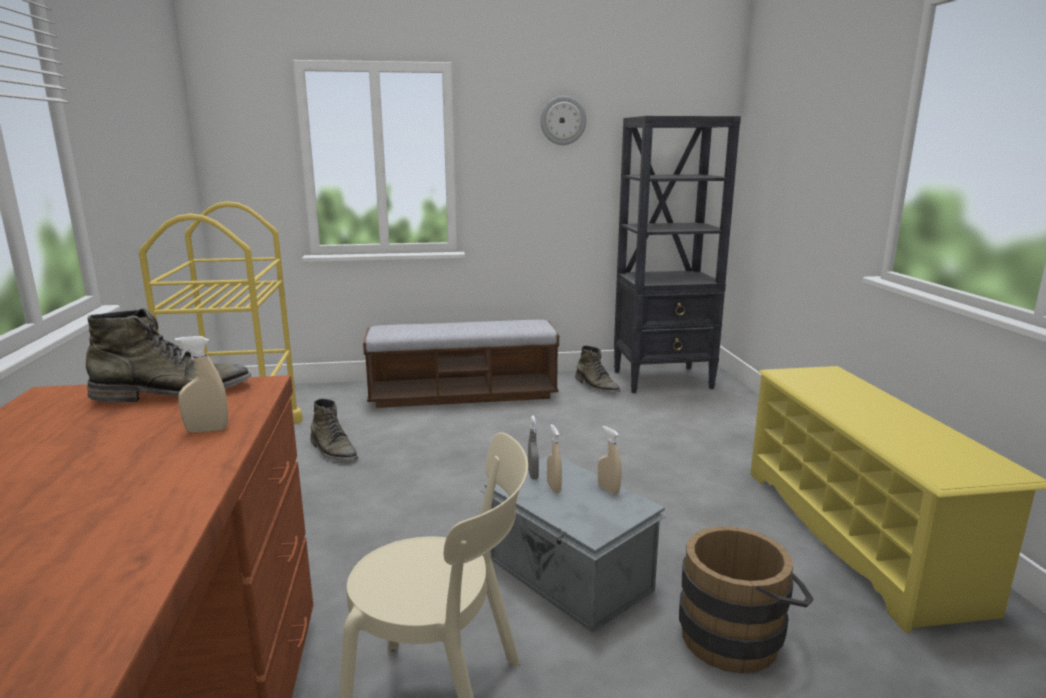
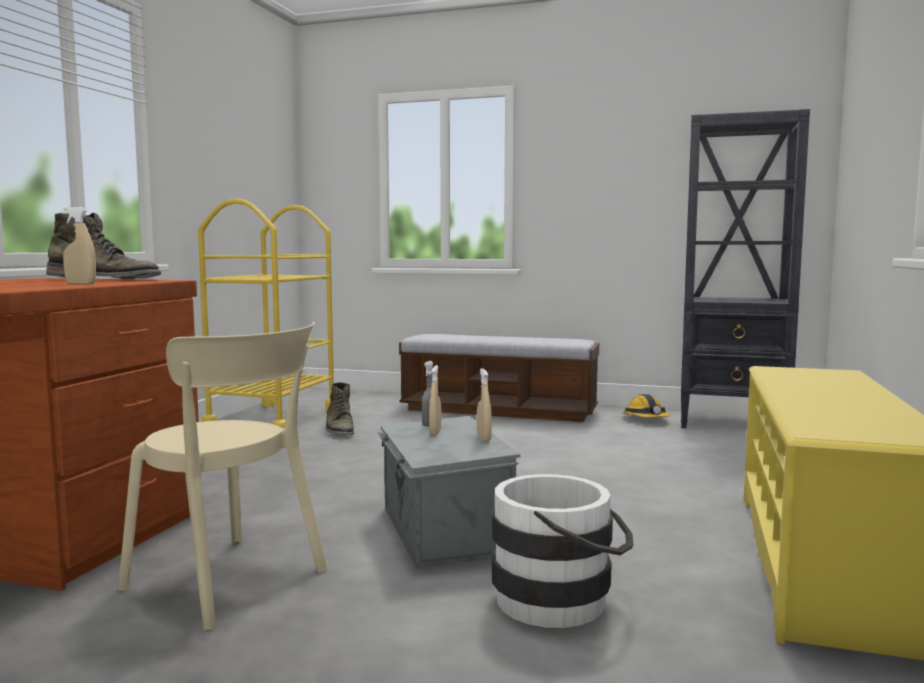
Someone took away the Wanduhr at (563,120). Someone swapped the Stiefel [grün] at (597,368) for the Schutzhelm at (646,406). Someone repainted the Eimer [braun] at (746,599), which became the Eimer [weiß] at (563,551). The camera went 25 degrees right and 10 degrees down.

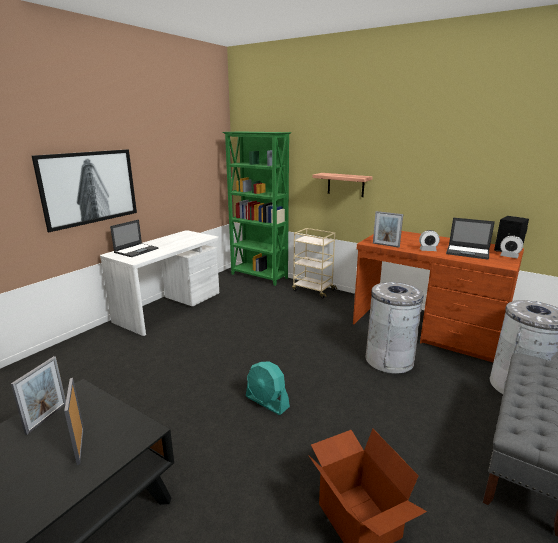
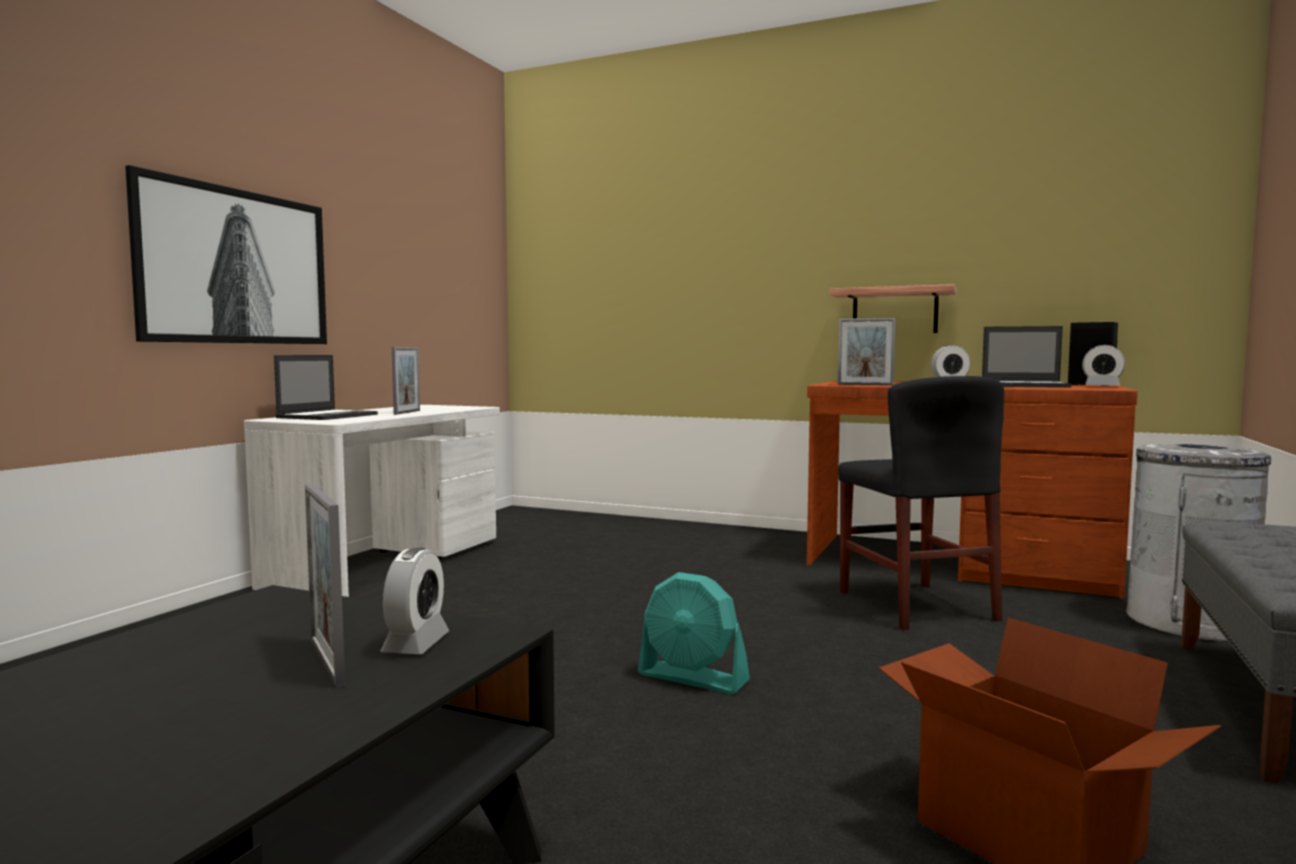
Someone carried the Bilderrahmen from (38,395) to (406,381). Someone took away the Bücherregal [grün] at (256,208). Someone took away the Rollwagen [beige] at (314,263). Someone carried the Wandregal from (342,185) to (893,308). Someone swapped the Mülleimer [grau] at (394,328) for the Stuhl [schwarz] at (921,503). Someone put down the Wecker at (415,601). The camera went 10 degrees left and 15 degrees down.

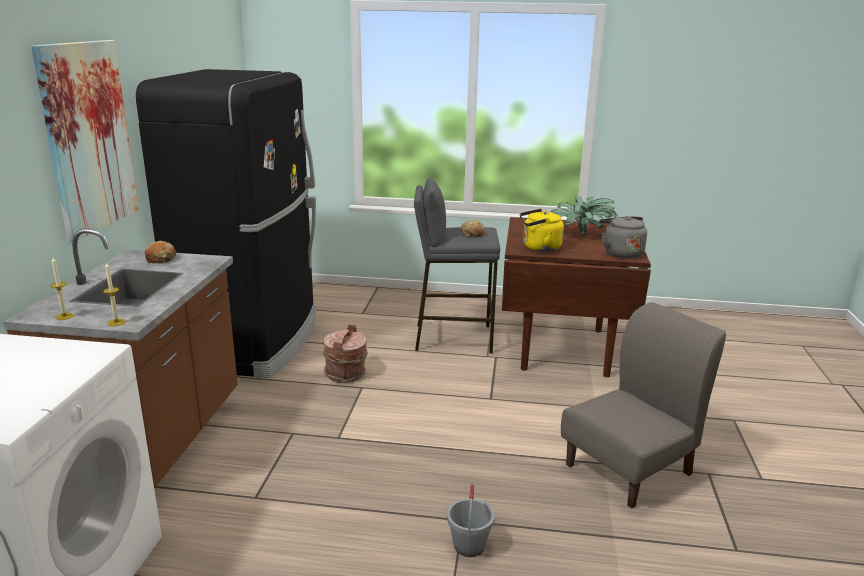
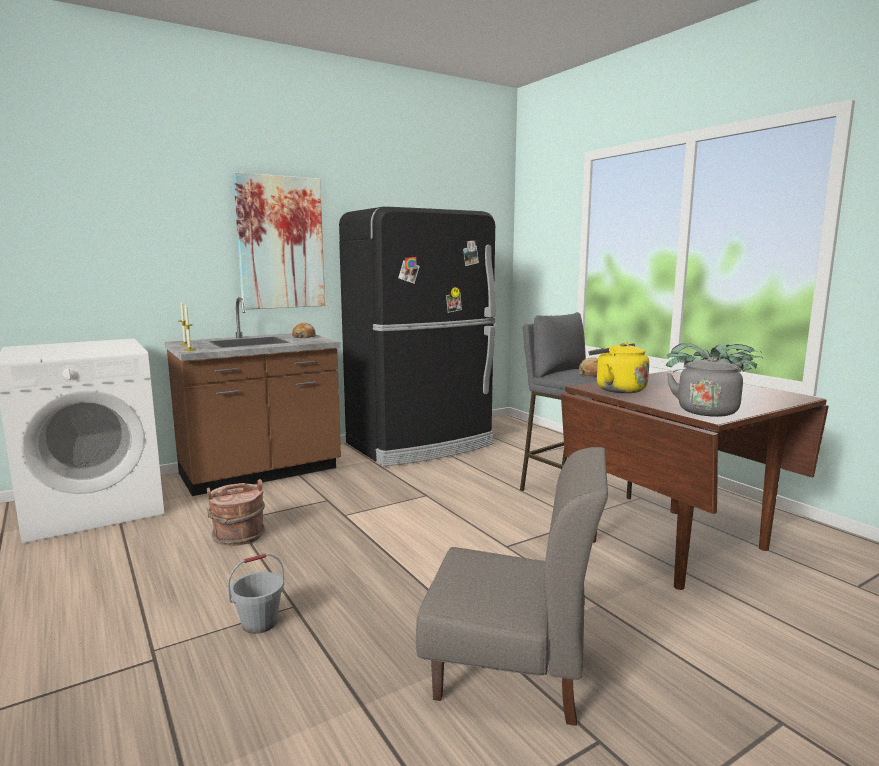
Someone carried the Eimer [braun] from (345,353) to (235,512). The camera went 50 degrees right and 10 degrees down.

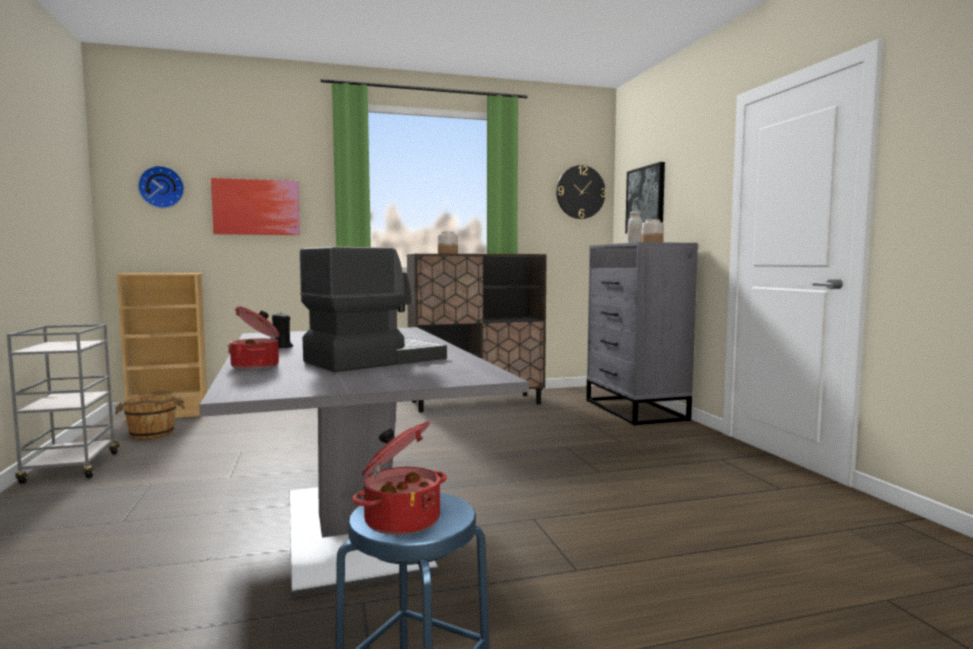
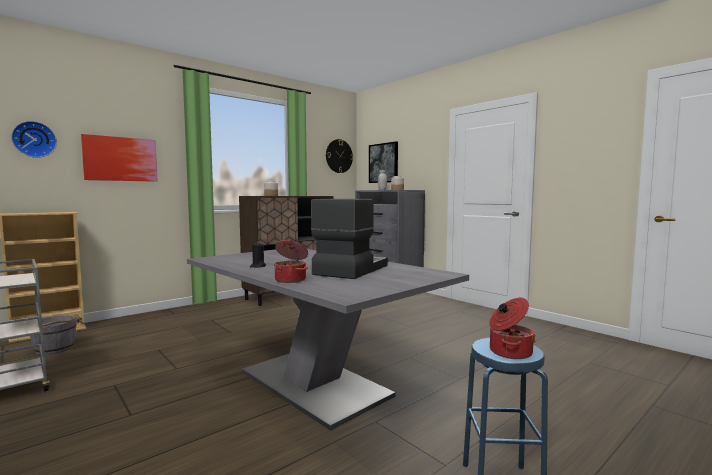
Someone repainted the Eimer [braun] at (150,417), which became the Eimer [grau] at (57,335). The camera went 25 degrees left and 0 degrees up.

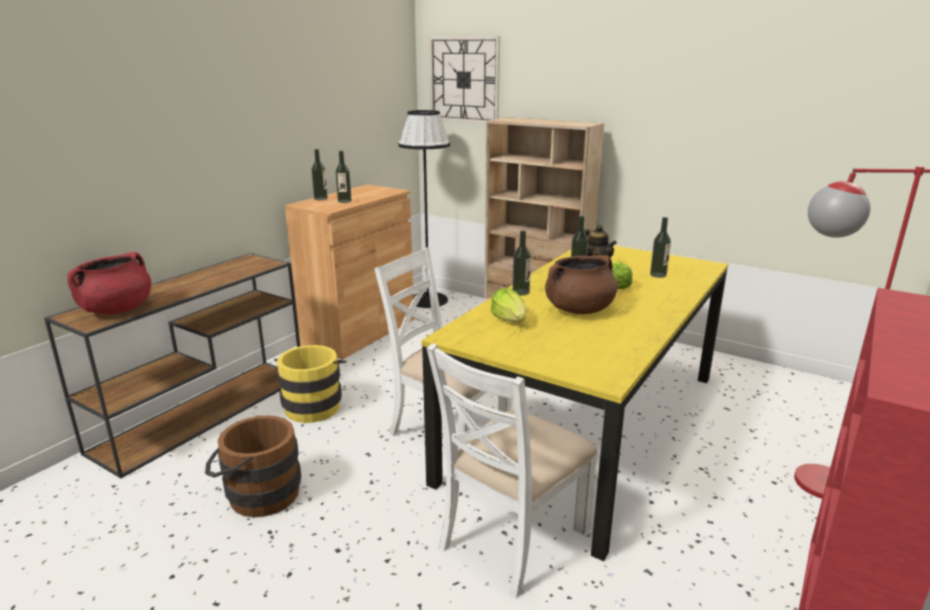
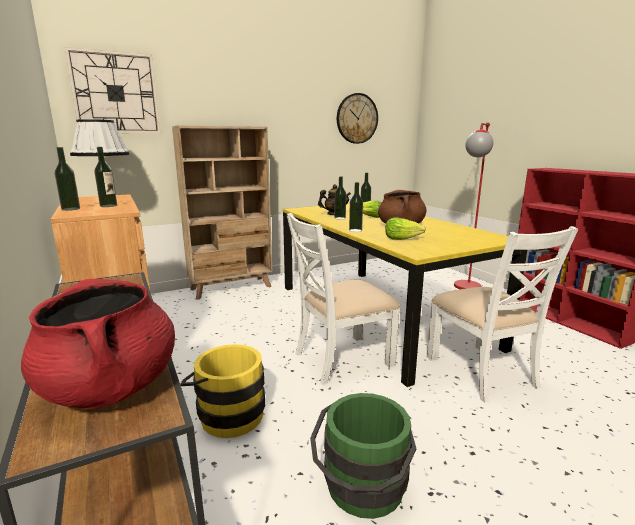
Someone repainted the Eimer [braun] at (253,466), which became the Eimer [grün] at (363,456). Someone put up the Wanduhr at (357,118). The camera went 60 degrees left and 5 degrees down.

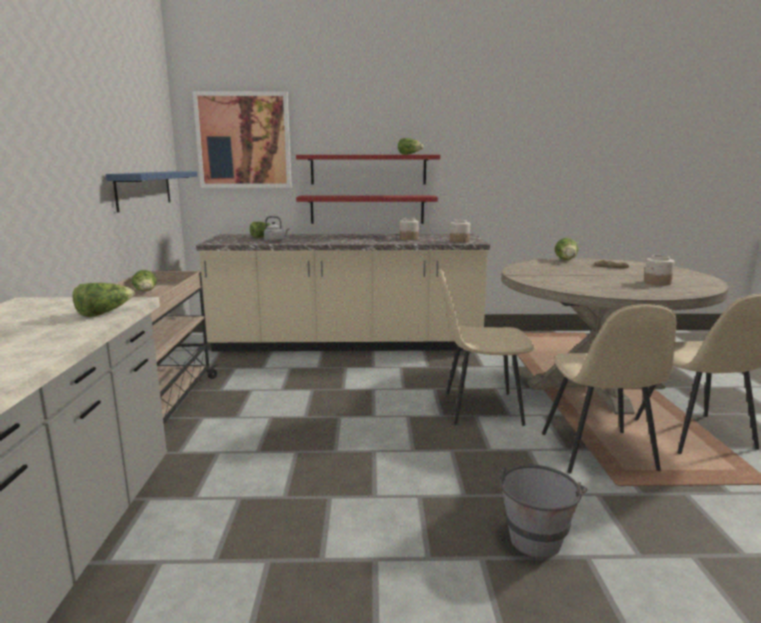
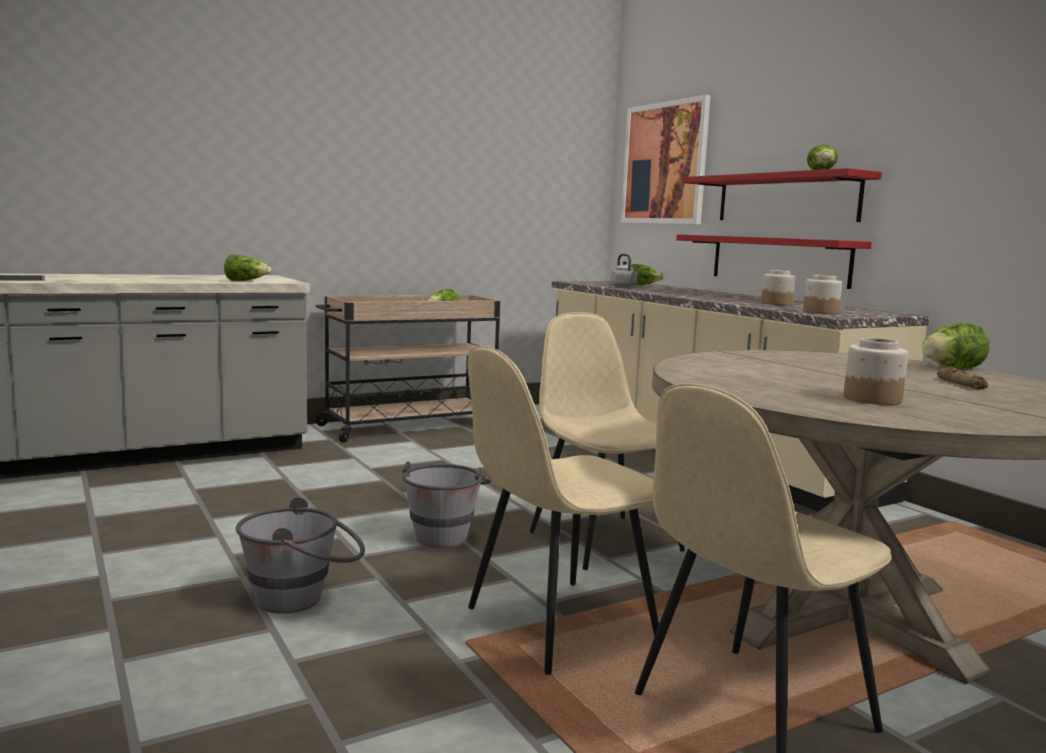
Someone took away the Wandregal [blau] at (151,191). Someone put down the Eimer [grau] at (446,505). The camera went 60 degrees right and 5 degrees down.

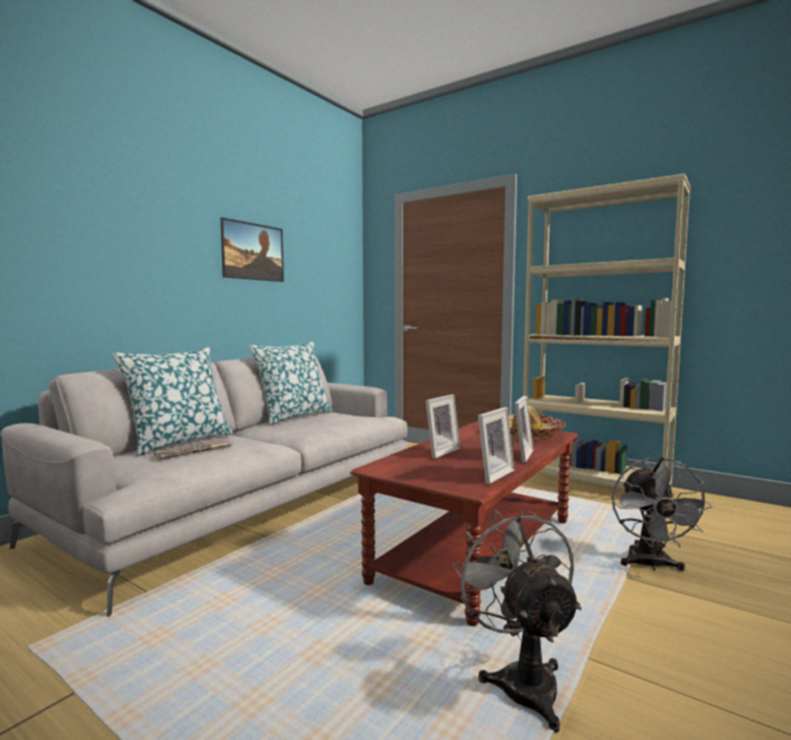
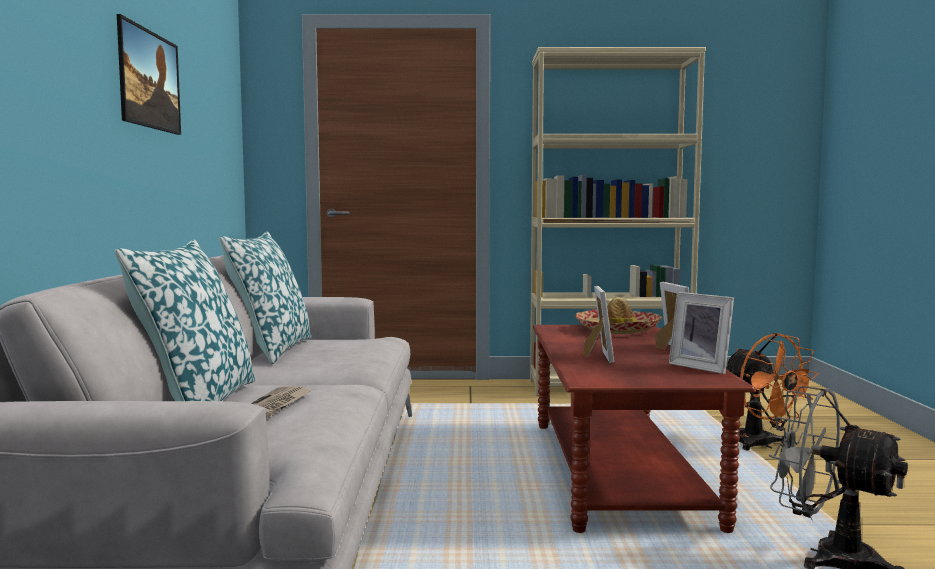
Someone rotated the Bilderrahmen at (496,445) by 135 degrees clockwise. Someone repainted the Ventilator [grau] at (662,514), which became the Ventilator [orange] at (772,391). The camera went 35 degrees left and 0 degrees up.

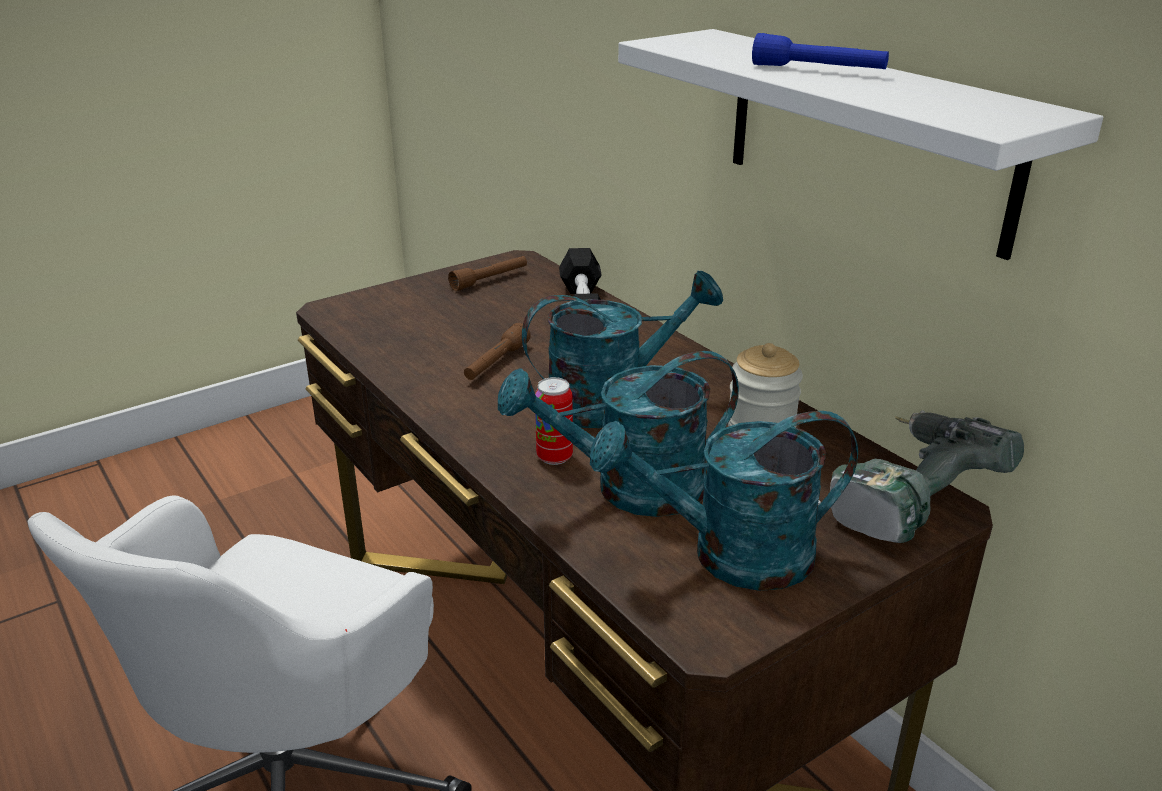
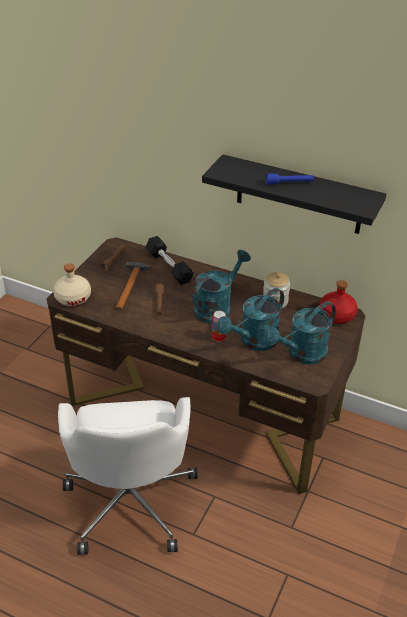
Someone repainted the Wandregal [weiß] at (860,144), which became the Wandregal [schwarz] at (294,194). Someone swapped the Bohrmaschine at (921,476) for the Flasche [rot] at (338,302). Someone put down the Flasche [beige] at (72,284). Someone put down the Hammer at (133,286). The camera went 30 degrees left and 10 degrees up.

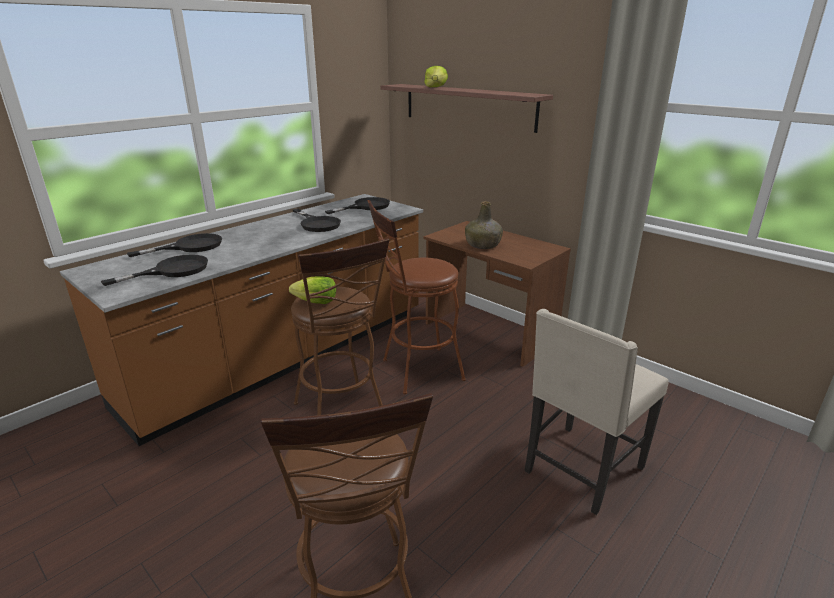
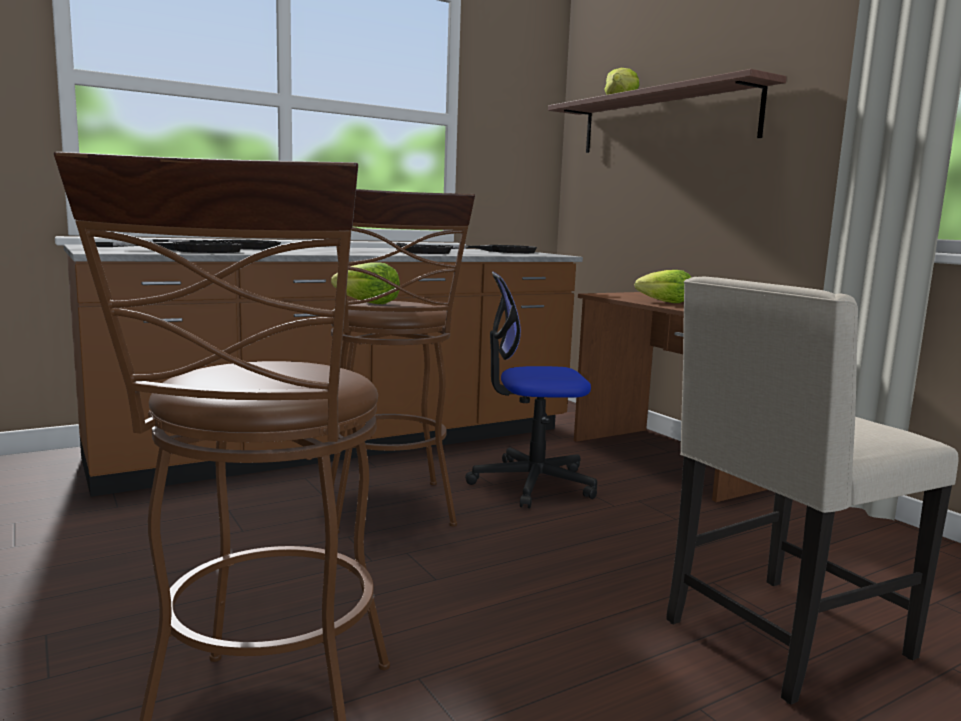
Someone swapped the Hocker [braun] at (416,297) for the Bürostuhl at (531,390). Someone swapped the Flasche [grün] at (484,225) for the Salatkopf at (663,286). The camera went 15 degrees right and 15 degrees down.

